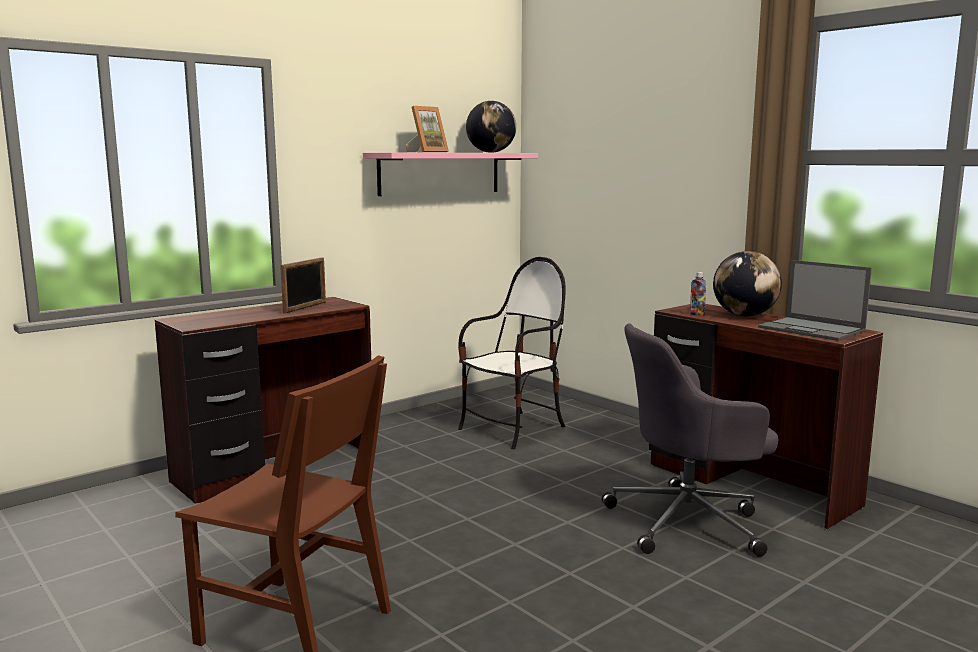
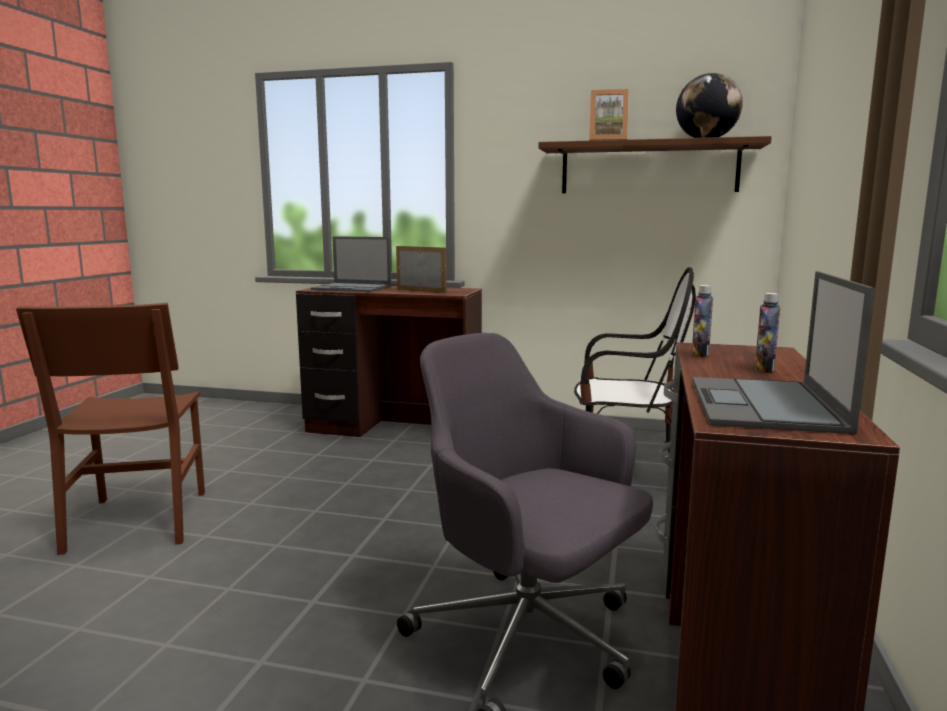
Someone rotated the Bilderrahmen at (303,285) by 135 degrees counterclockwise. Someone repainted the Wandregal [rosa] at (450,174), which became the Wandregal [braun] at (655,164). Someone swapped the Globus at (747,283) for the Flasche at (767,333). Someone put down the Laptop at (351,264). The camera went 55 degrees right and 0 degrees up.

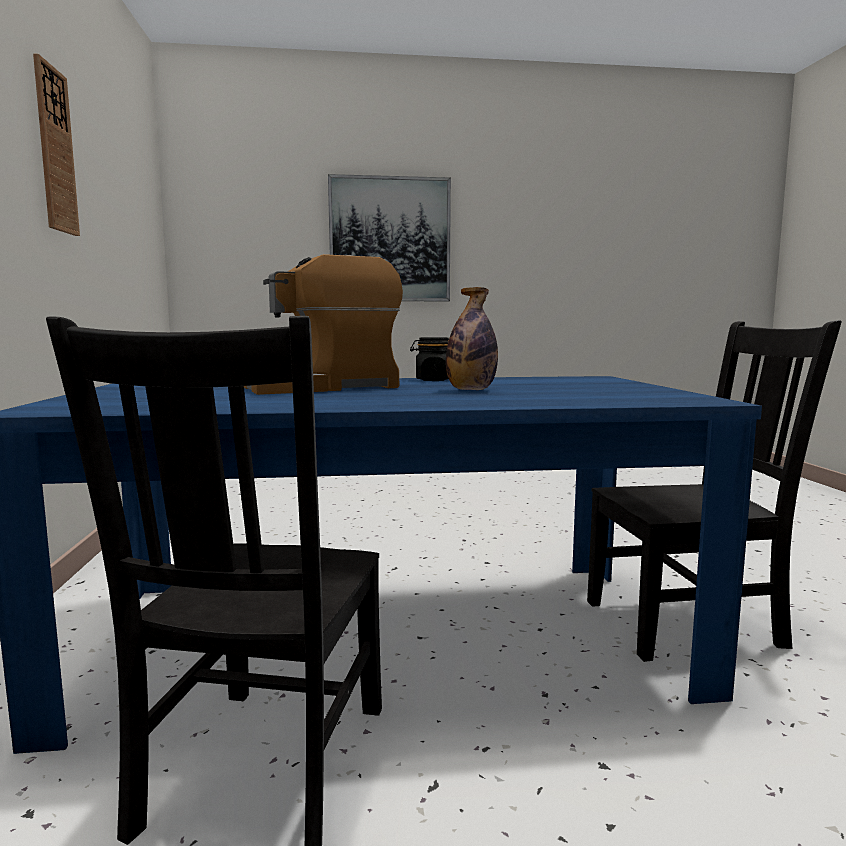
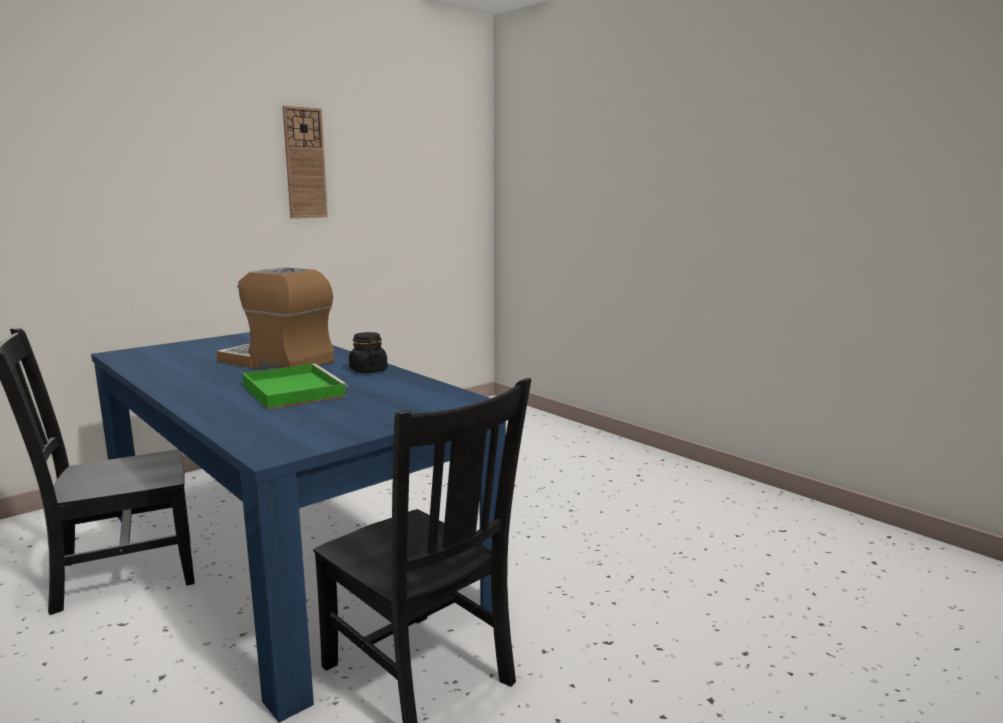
Someone took away the Bild at (389,237). Someone swapped the Flasche at (472,338) for the Tablett [grün] at (295,386). The camera went 55 degrees right and 5 degrees up.

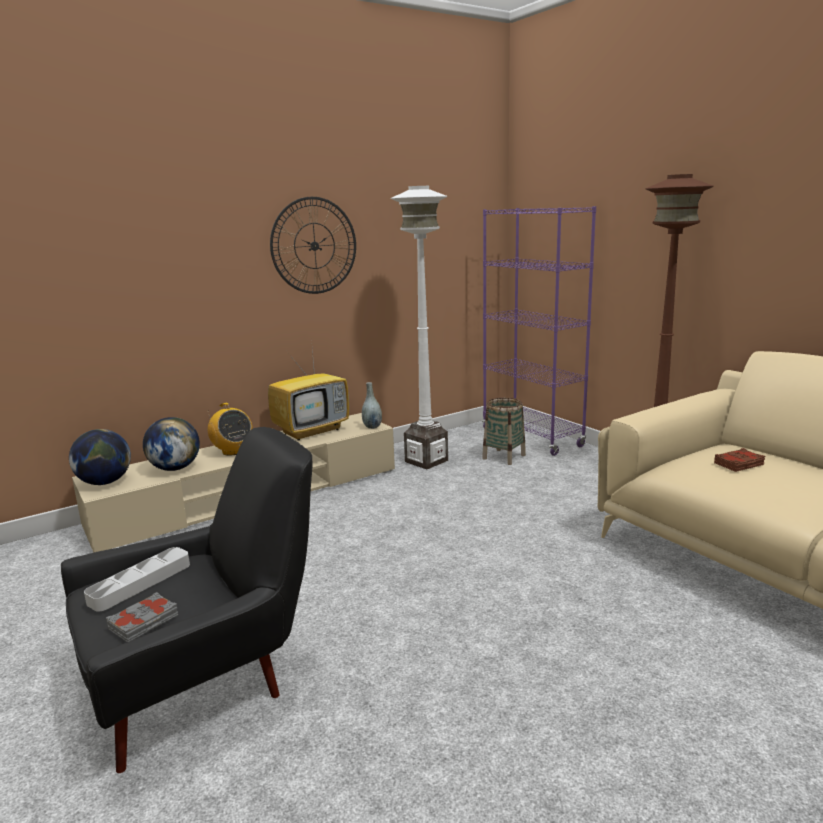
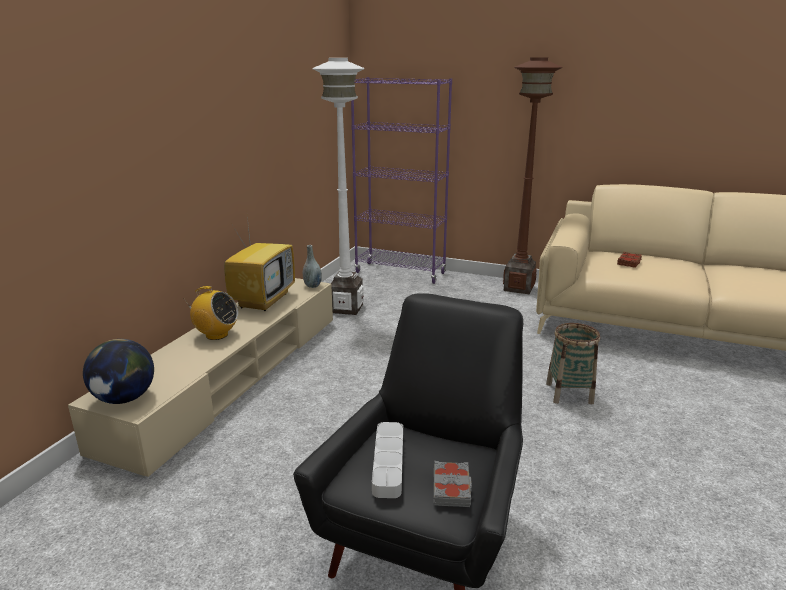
Someone took away the Globus at (171,444). Someone took away the Wanduhr at (313,245). Someone carried the Korb from (504,431) to (573,363). The camera went 35 degrees left and 5 degrees up.

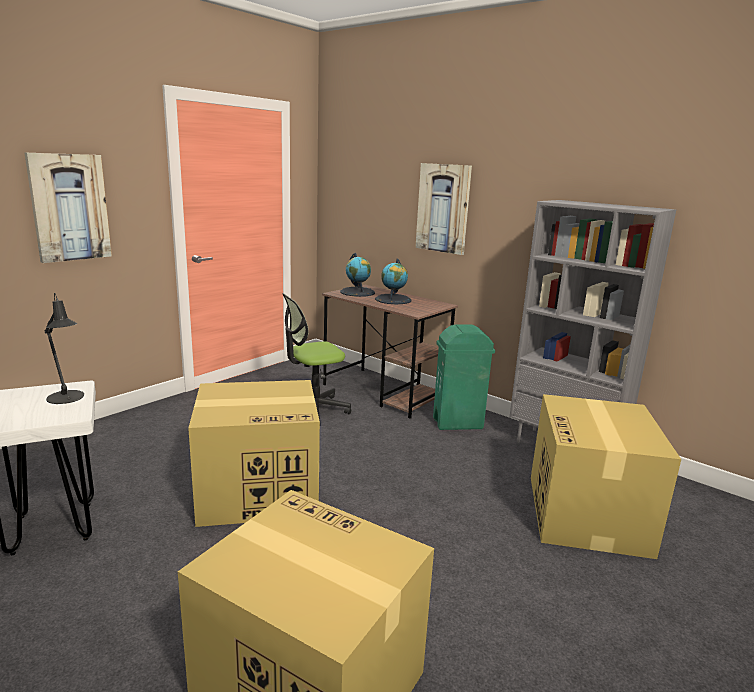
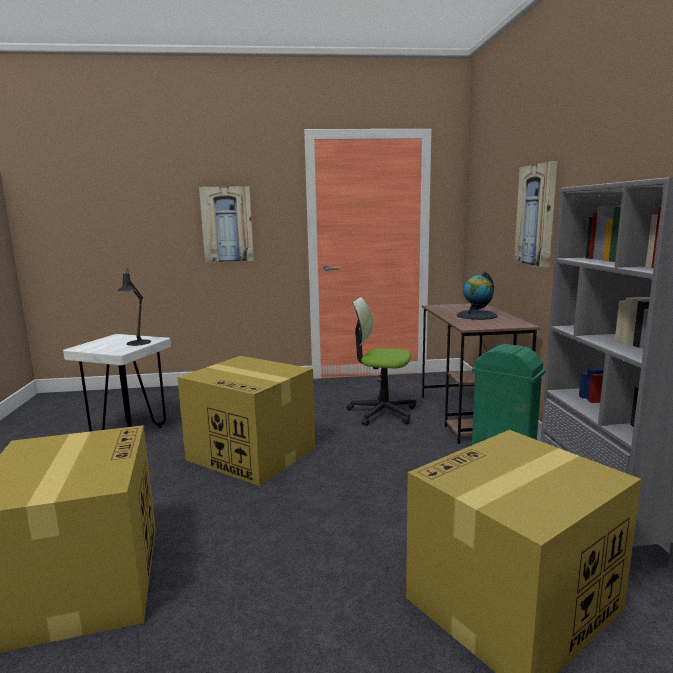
Someone took away the Globus at (357,275). The camera went 45 degrees right and 5 degrees down.

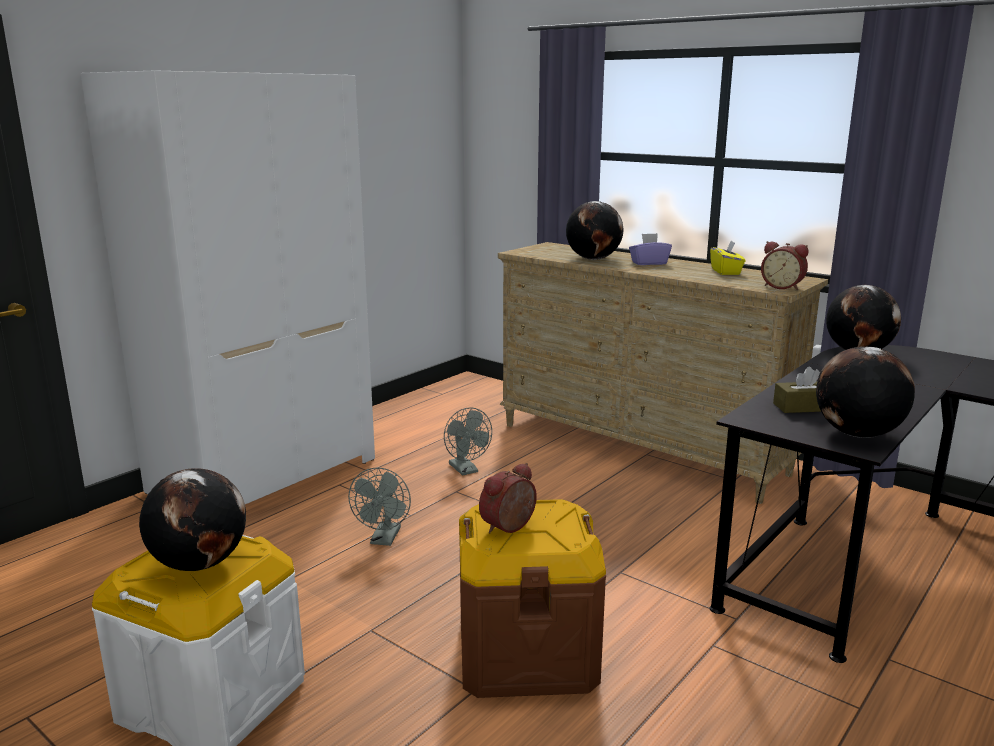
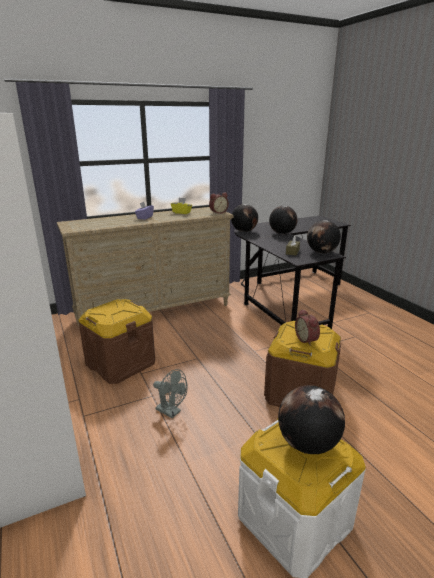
Someone swapped the Ventilator [grau] at (468,441) for the Aufbewahrungsbox [braun] at (116,341). Someone carried the Globus from (594,230) to (283,220). The camera went 65 degrees left and 5 degrees up.

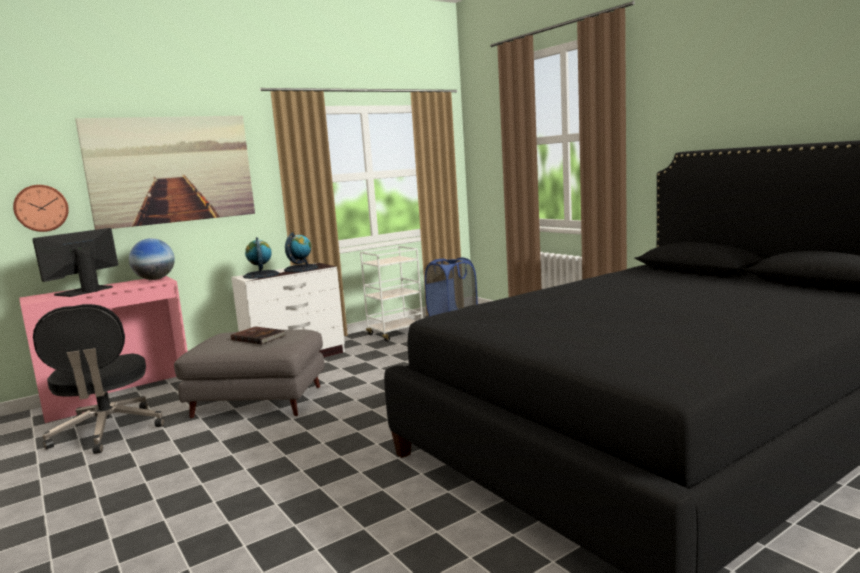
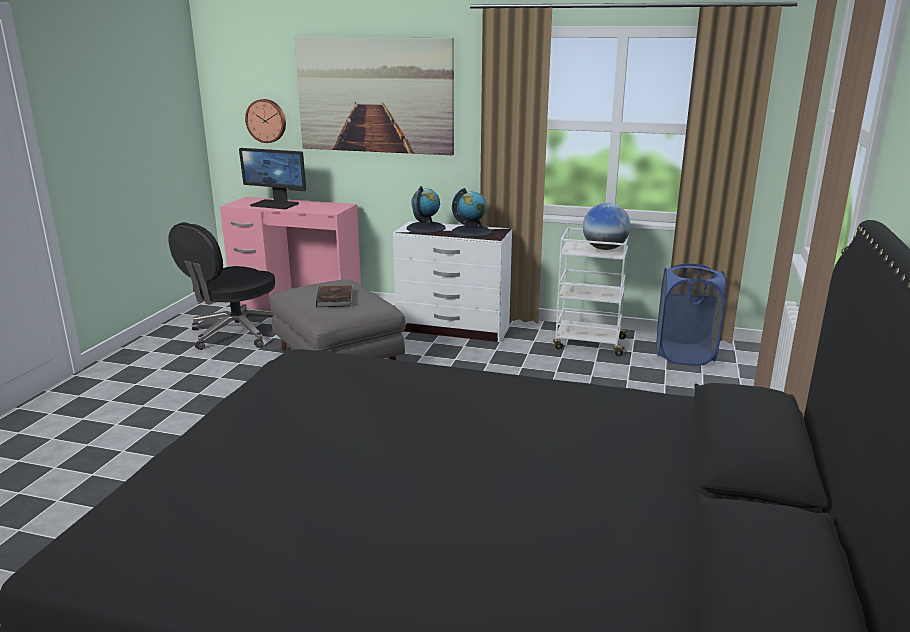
Someone rotated the Monitor at (75,262) by 150 degrees counterclockwise. Someone carried the Globus from (152,259) to (607,226). The camera went 50 degrees right and 10 degrees up.

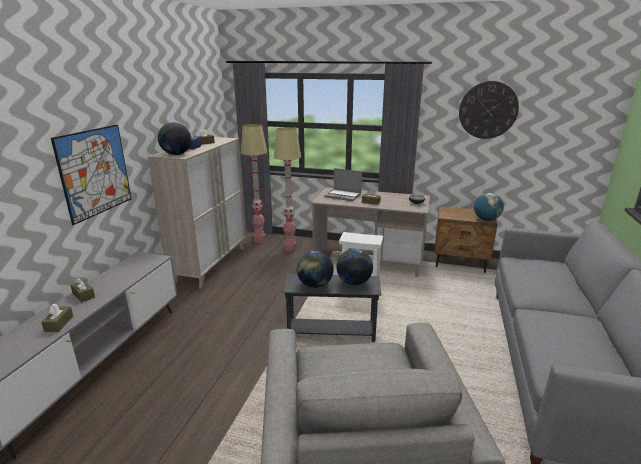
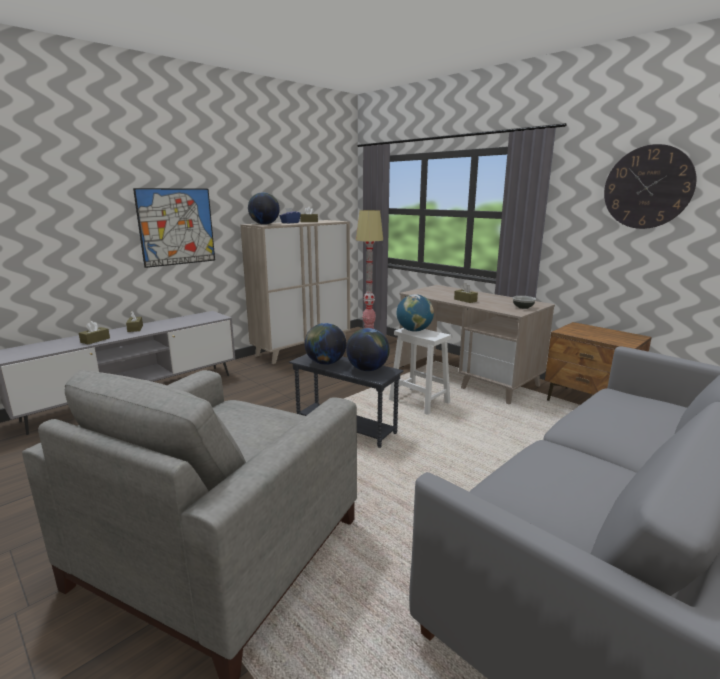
Someone took away the Stehlampe at (287,189). Someone took away the Laptop at (343,184). Someone carried the Globus from (489,207) to (415,313). The camera went 30 degrees right and 5 degrees down.

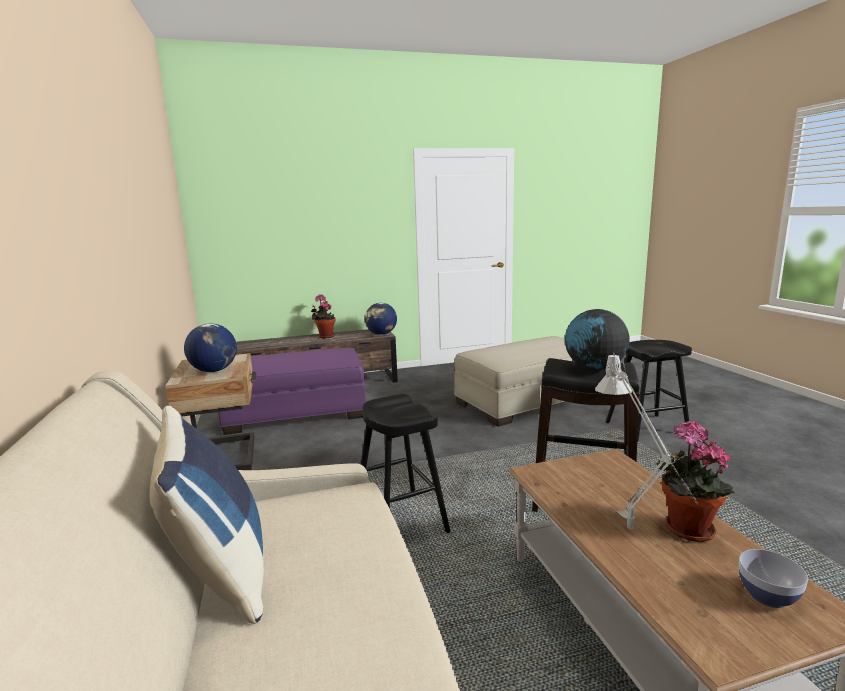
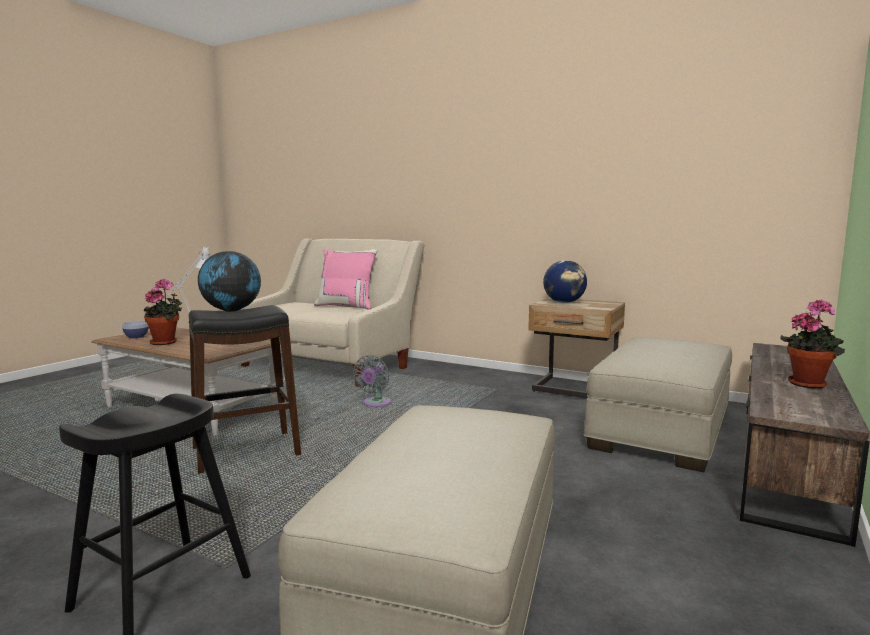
Someone repainted the Kissen [blau] at (206,515), which became the Kissen [rosa] at (346,279). Someone repainted the Polsterhocker [lila] at (292,391), which became the Polsterhocker [beige] at (658,404). Someone swapped the Hocker [schwarz] at (406,463) for the Ventilator [grau] at (372,381). Someone took away the Globus at (381,319). The camera went 135 degrees right and 5 degrees down.

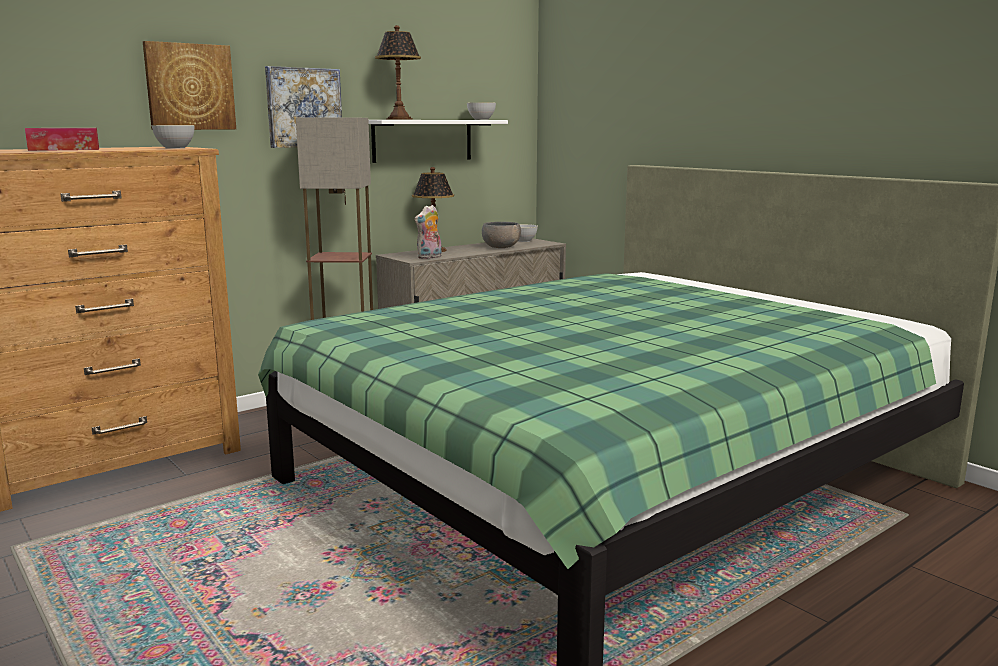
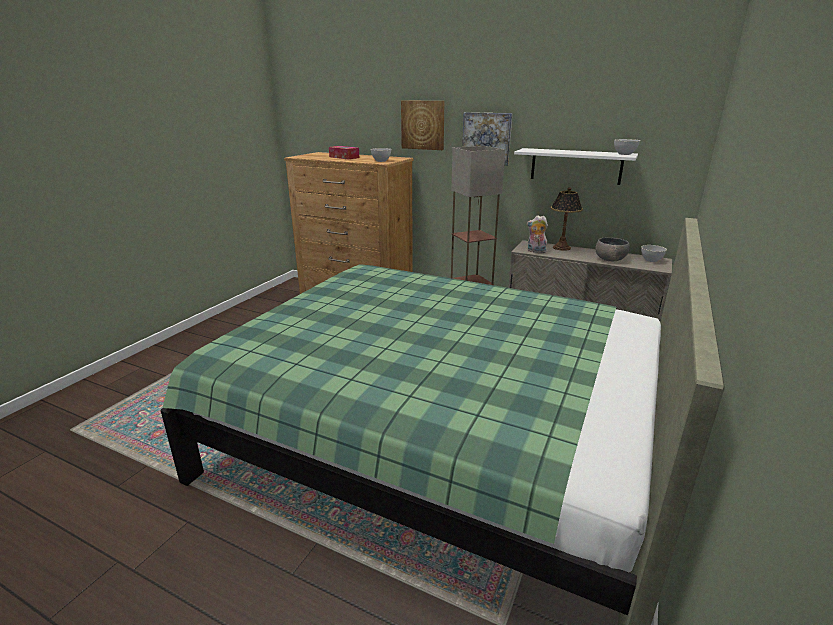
Someone took away the Tischlampe at (398,72). The camera went 65 degrees right and 10 degrees up.

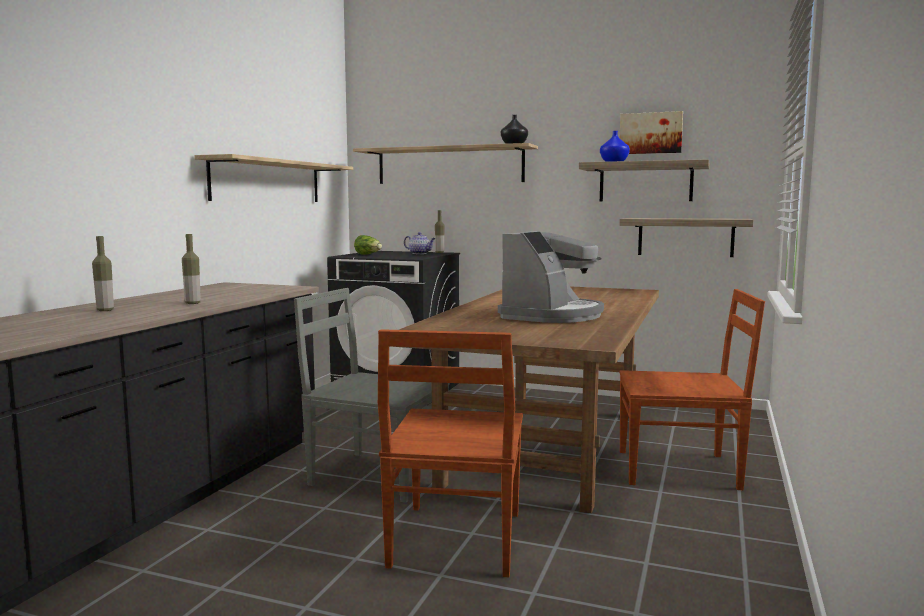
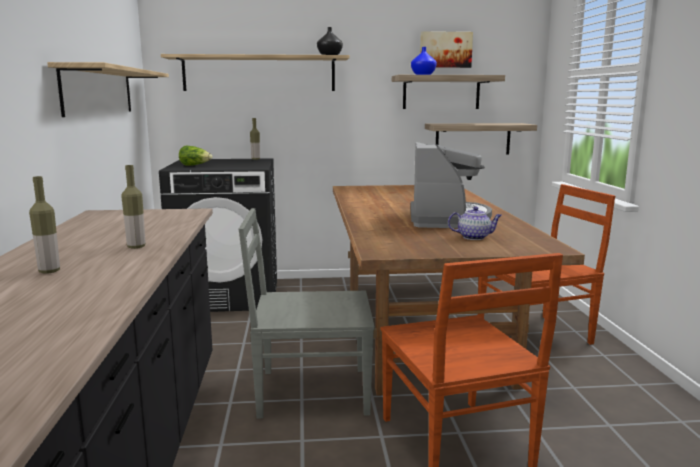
Someone carried the Teekanne from (420,243) to (475,223). The camera went 25 degrees left and 5 degrees up.

